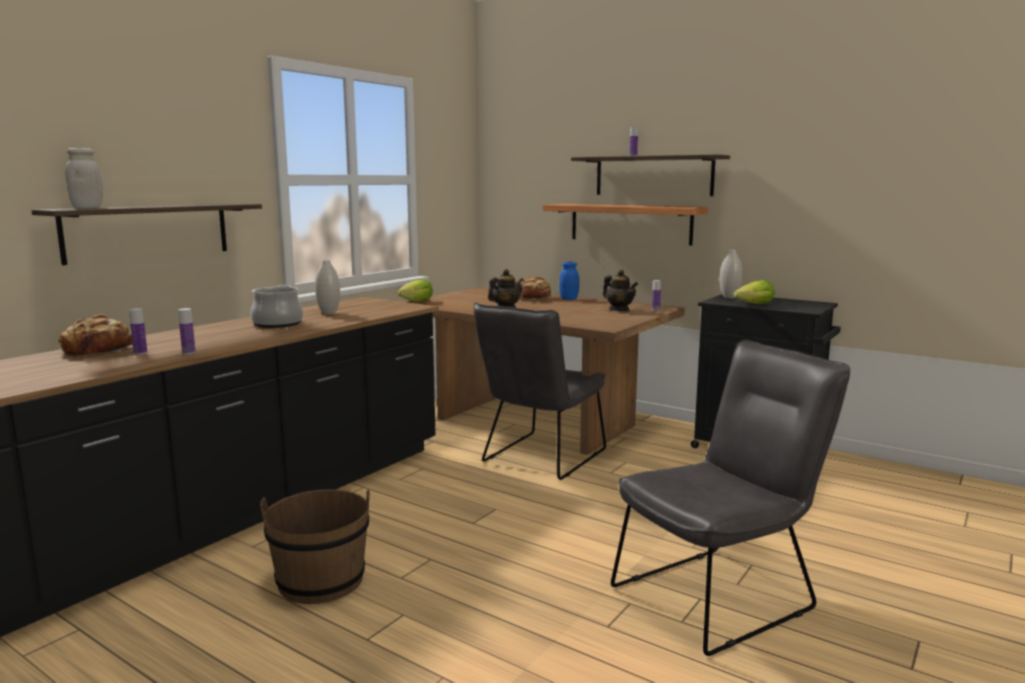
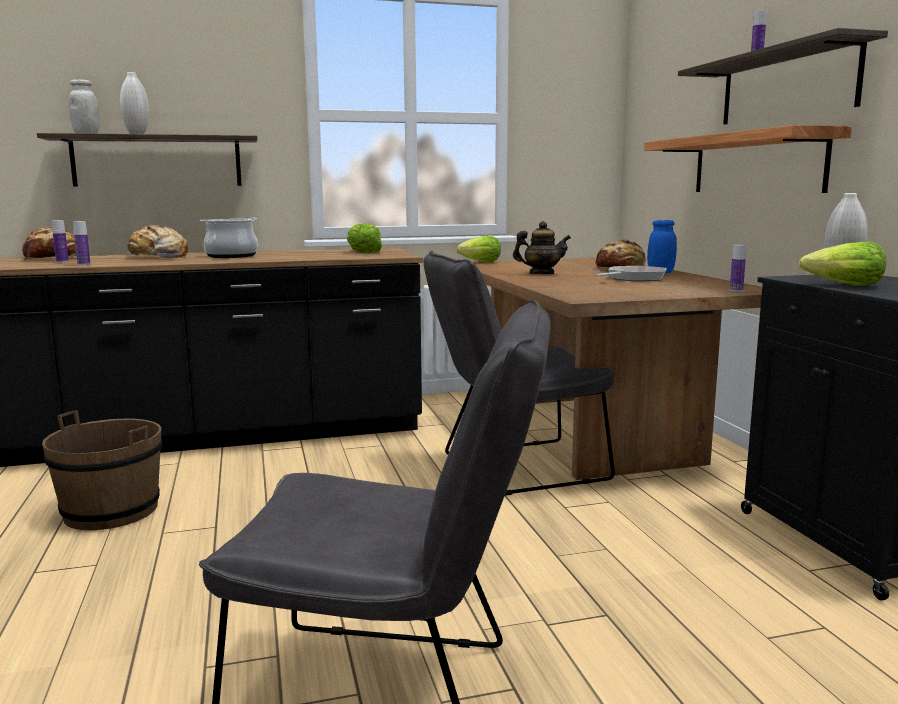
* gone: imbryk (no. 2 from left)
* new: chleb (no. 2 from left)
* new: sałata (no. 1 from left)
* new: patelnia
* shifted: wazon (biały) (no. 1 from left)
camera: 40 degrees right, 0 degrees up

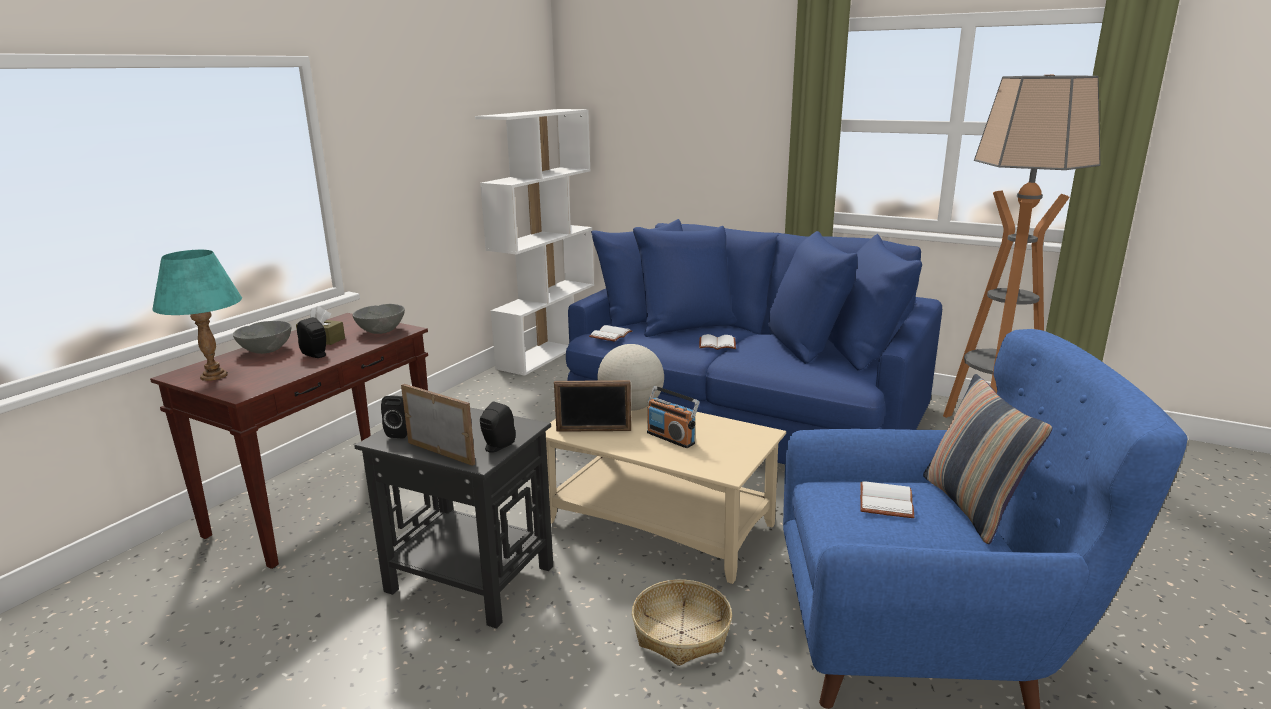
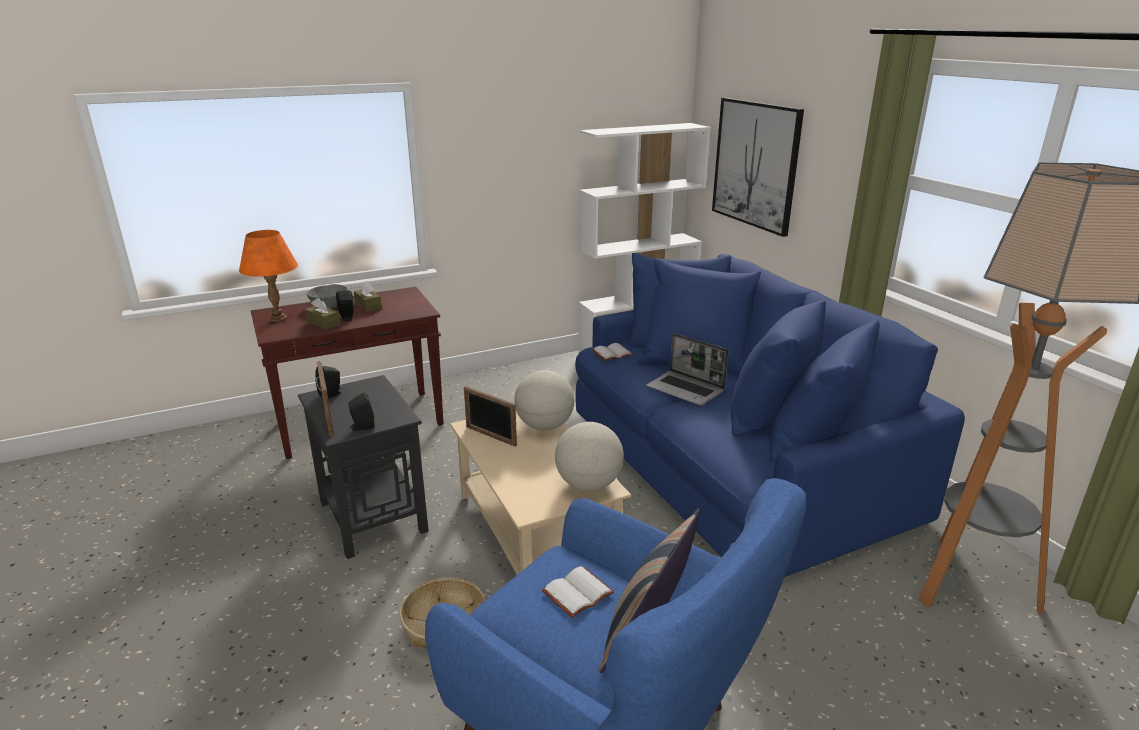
* gone: miska (szary) (no. 2 from left)
* gone: radio
* new: pudełko chusteczek (brązowy) (no. 1 from left)
* new: globus (no. 2 from left)
* new: obraz
* swapped: książka (biały) (no. 2 from left) to laptop
* repainted: lampa stołowa (turkusowy) to lampa stołowa (pomarańczowy)
camera: 35 degrees right, 5 degrees up

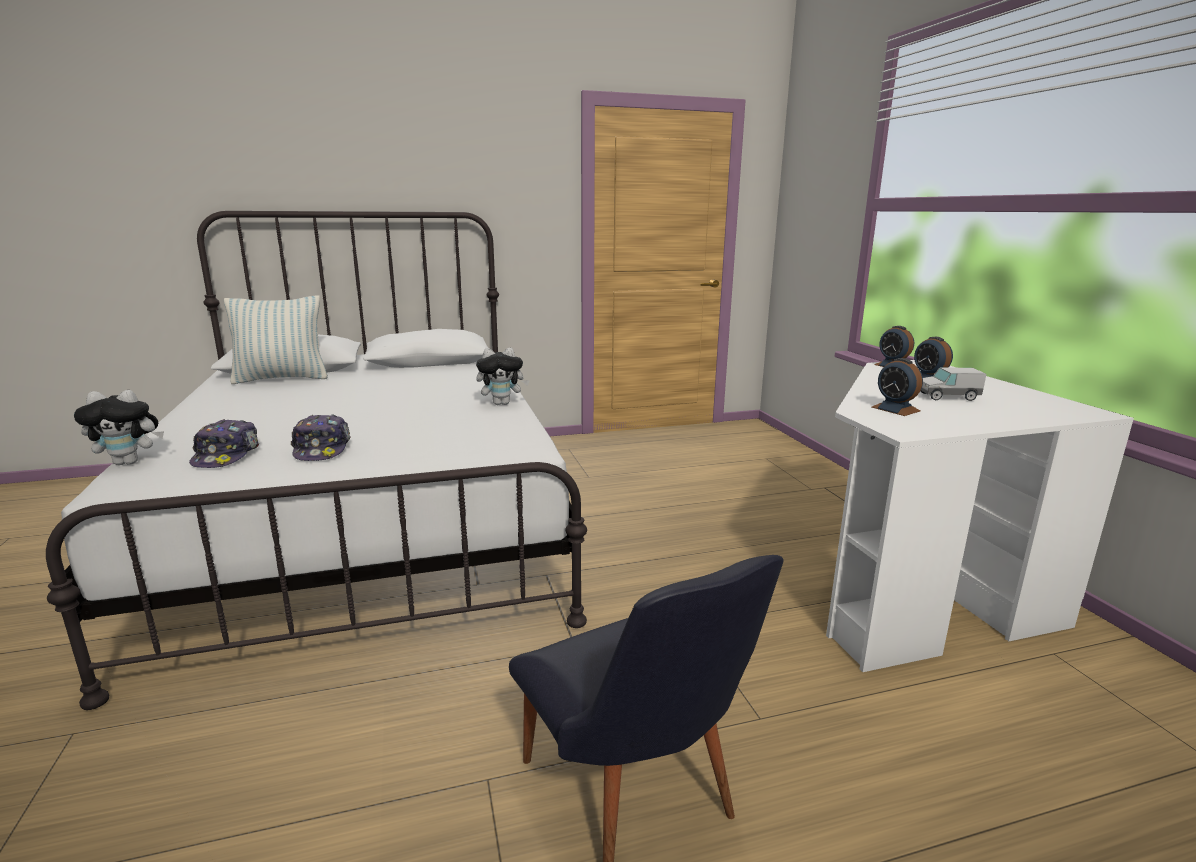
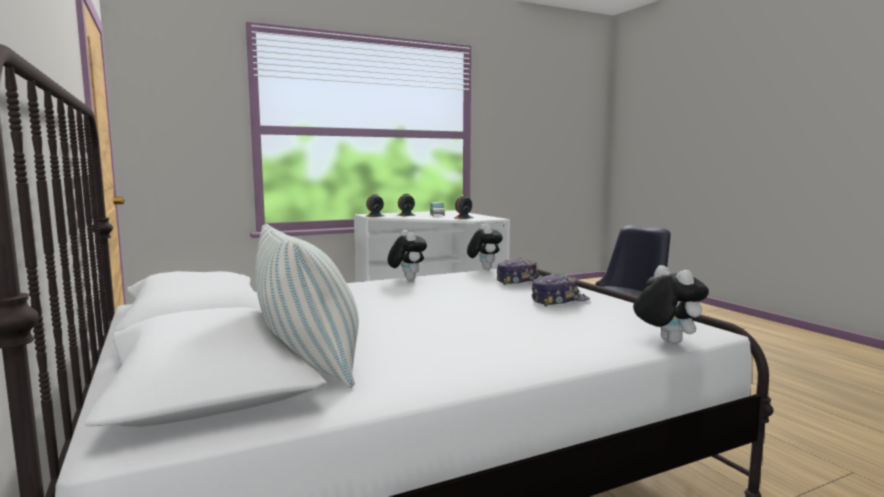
* new: pluszak (no. 2 from left)
* shifted: czapka z daszkiem (no. 1 from left)
camera: 100 degrees left, 10 degrees down

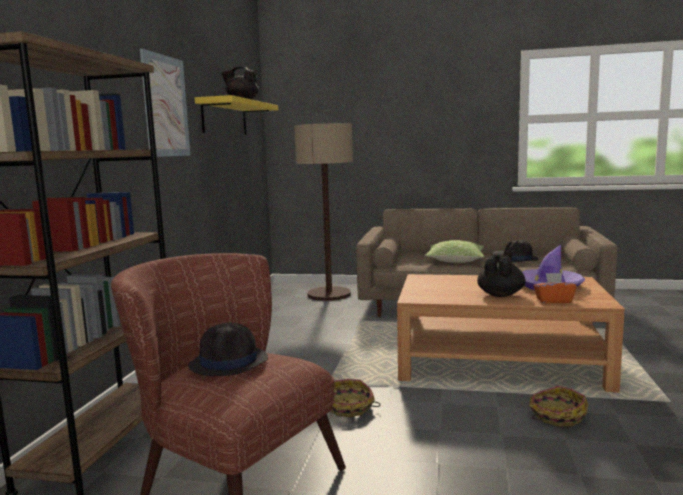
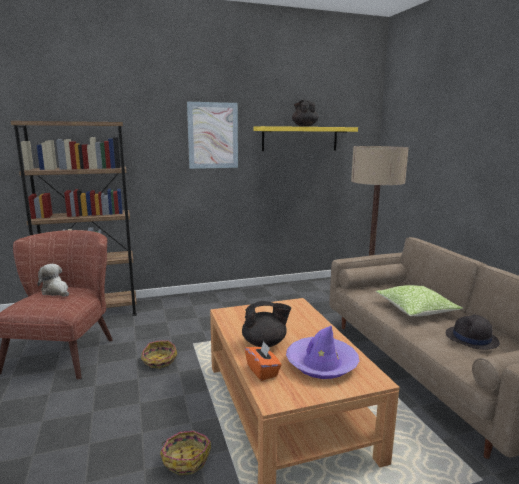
* swapped: kapelusz (czarny) (no. 1 from left) to pluszak
camera: 60 degrees right, 5 degrees up

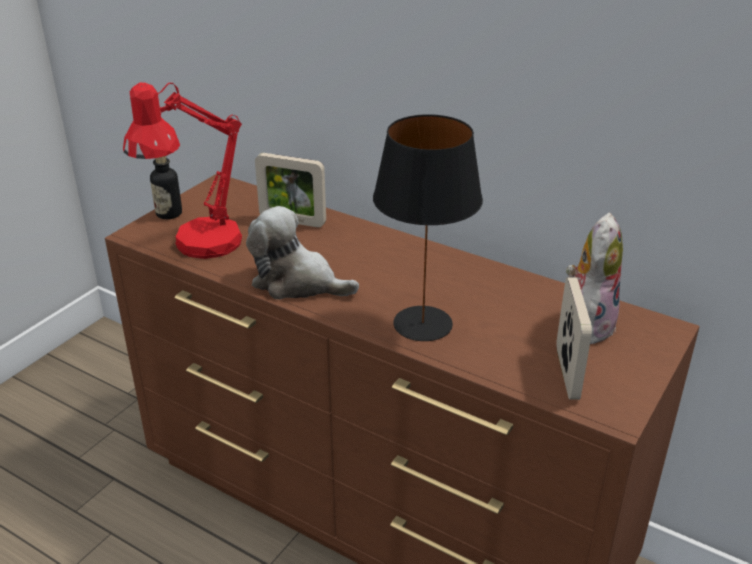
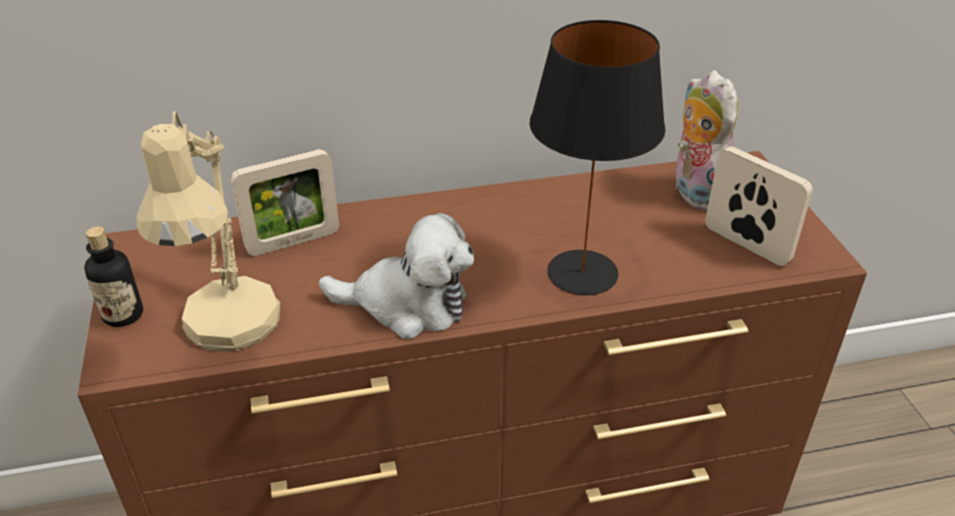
* repainted: lampa stołowa (czerwony) to lampa stołowa (beżowy)
* rotated: pluszak (no. 1 from left) 150 degrees counterclockwise
camera: 45 degrees left, 5 degrees up

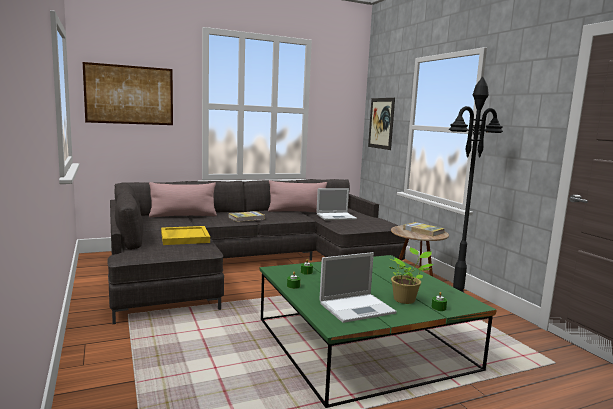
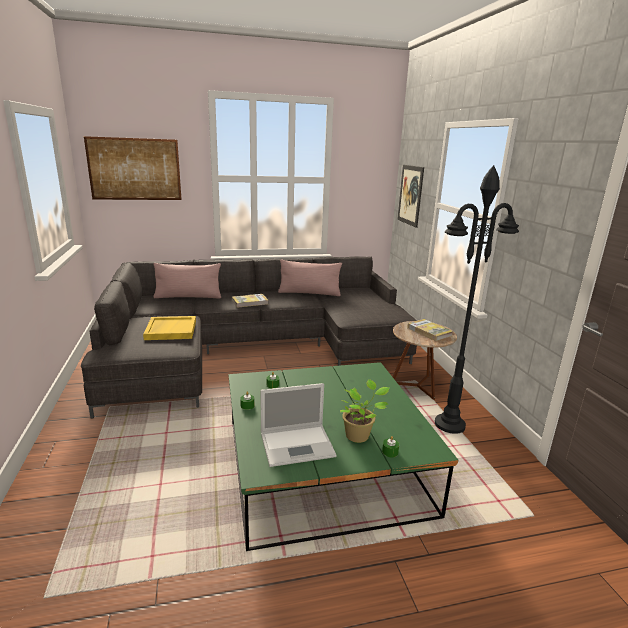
* gone: laptop (no. 1 from left)
camera: 10 degrees right, 10 degrees up

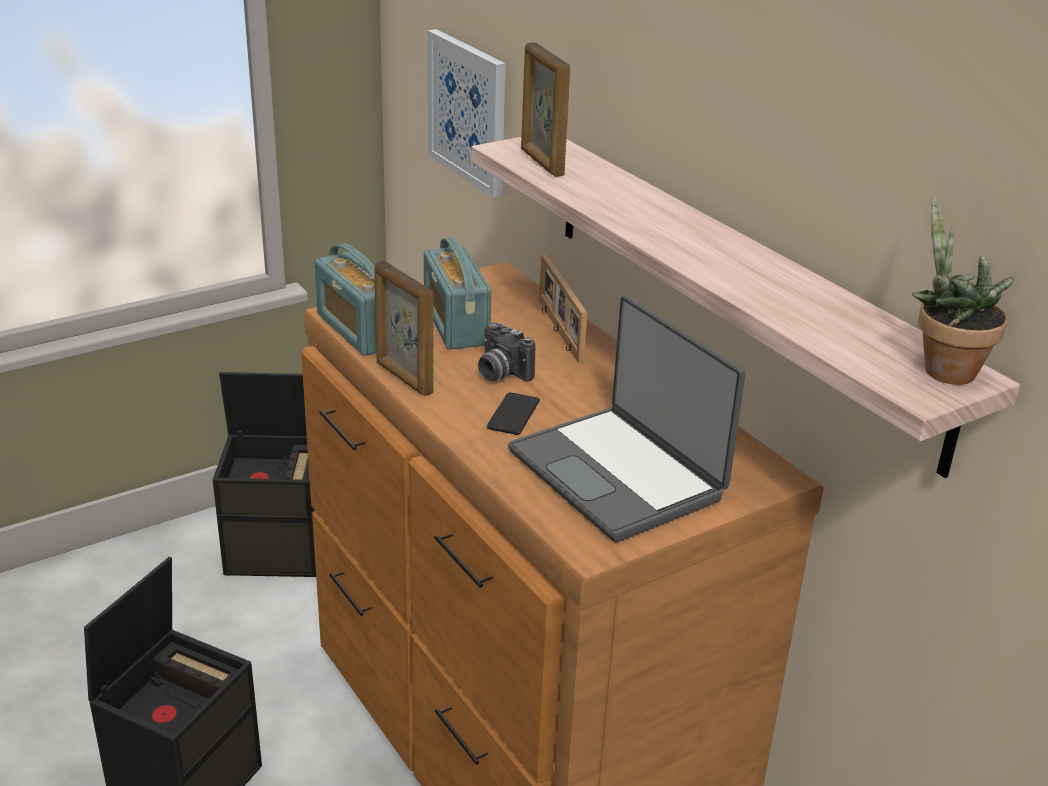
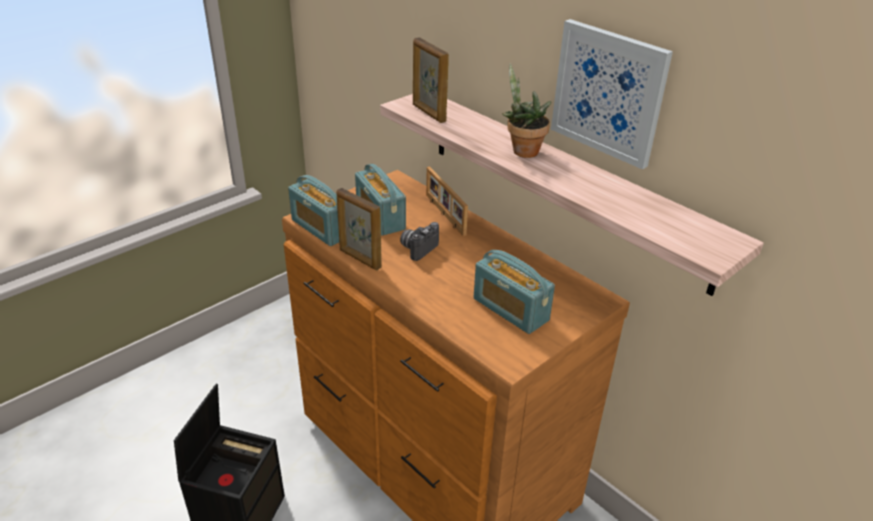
* gone: pojemnik do przechowywania (czarny) (no. 2 from left)
* gone: telefon
* shifted: obraz
* shifted: roślina doniczkowa
* swapped: laptop to radio (no. 3 from left)
* rotated: aparat fotograficzny 90 degrees clockwise
camera: 10 degrees left, 5 degrees up

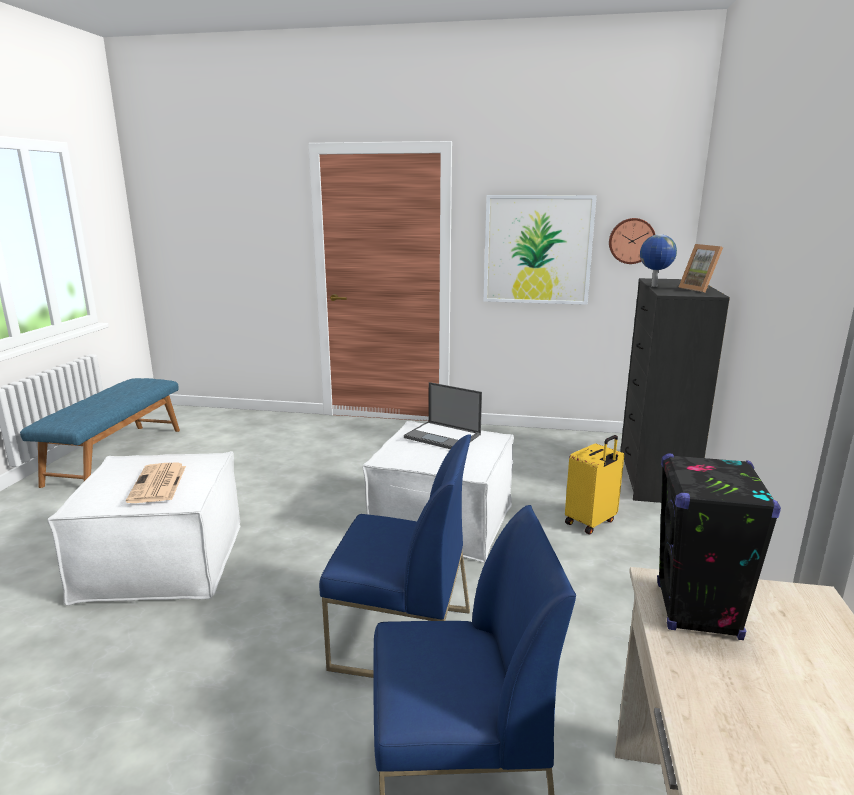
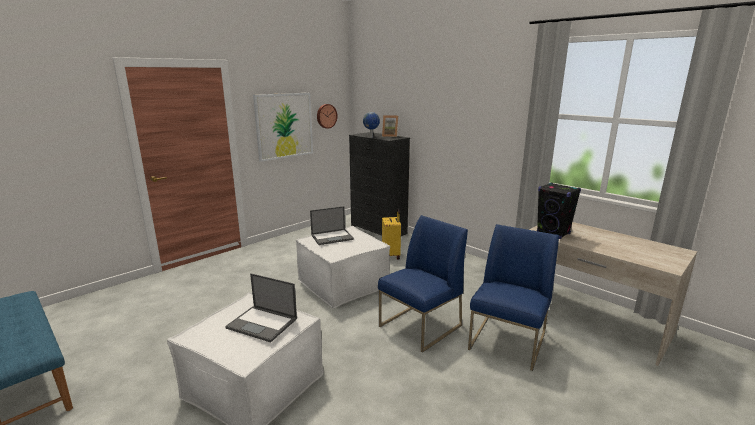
* swapped: gazeta to laptop (no. 1 from left)
camera: 55 degrees left, 0 degrees up

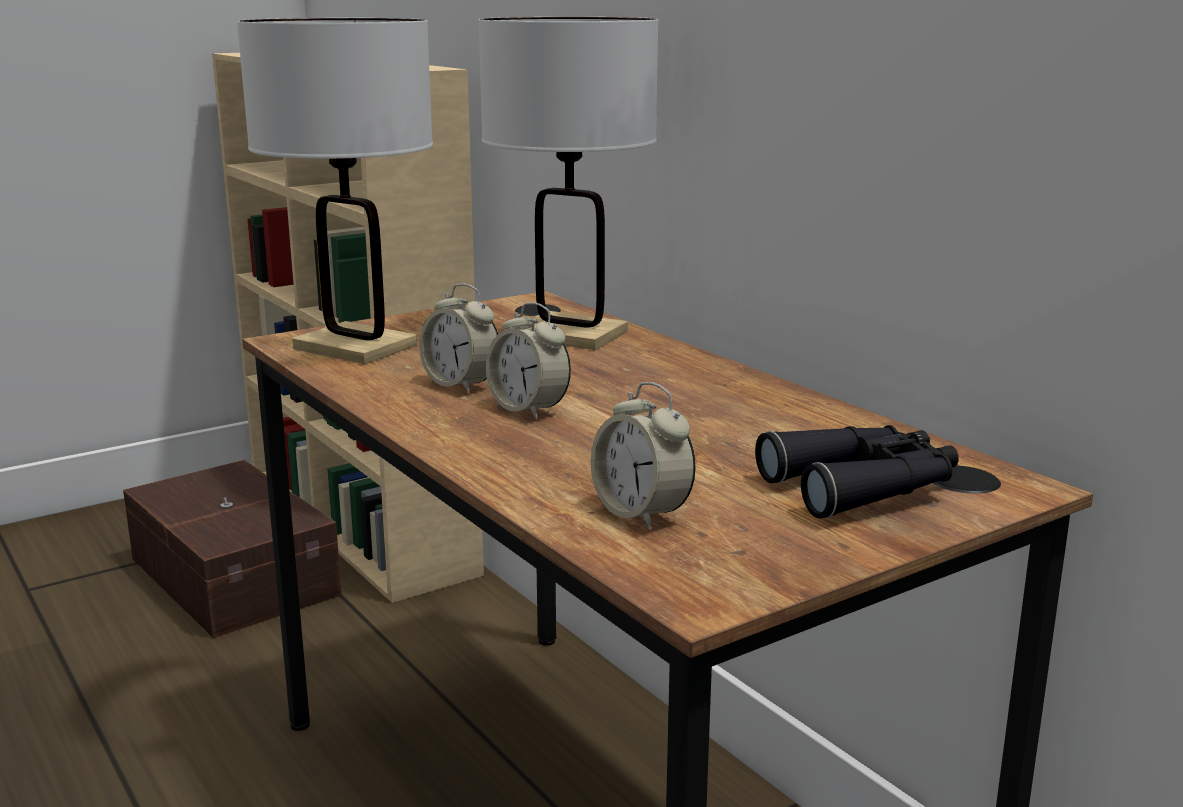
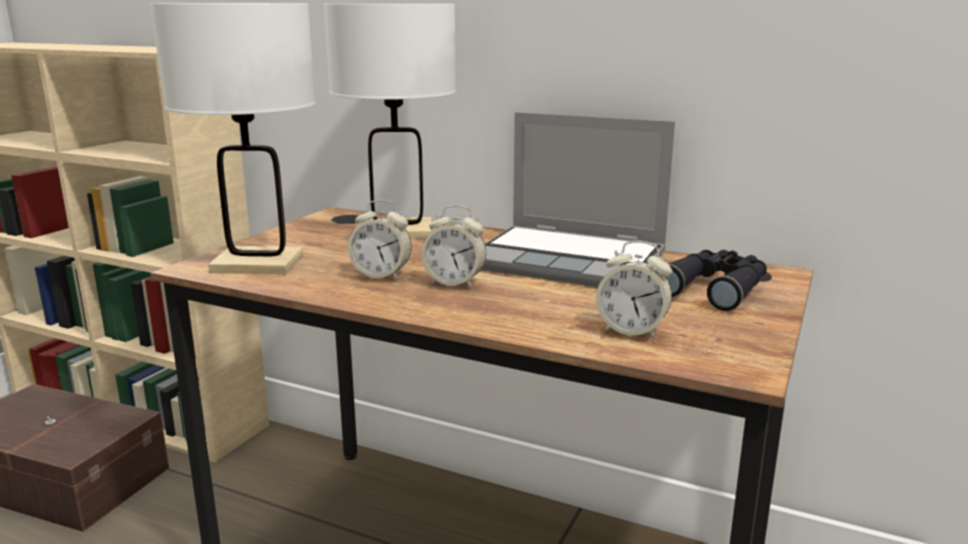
* new: laptop
camera: 30 degrees left, 0 degrees up

